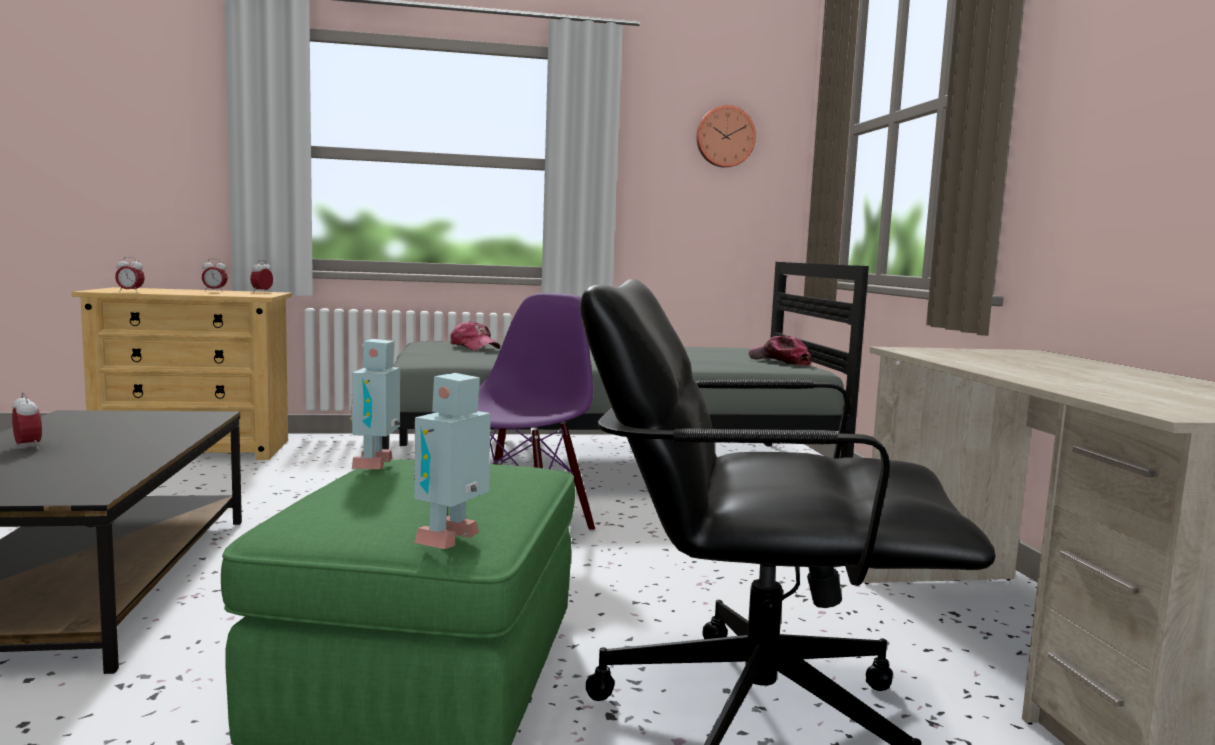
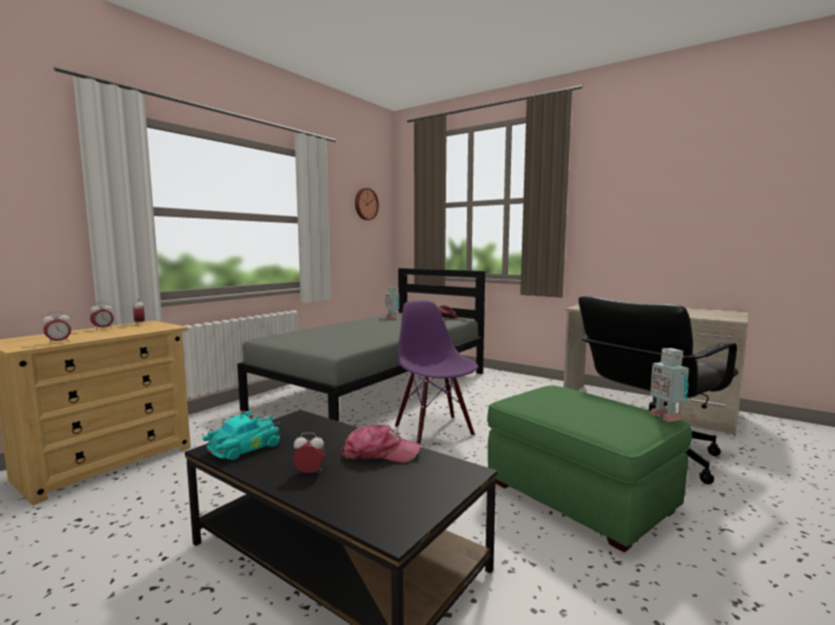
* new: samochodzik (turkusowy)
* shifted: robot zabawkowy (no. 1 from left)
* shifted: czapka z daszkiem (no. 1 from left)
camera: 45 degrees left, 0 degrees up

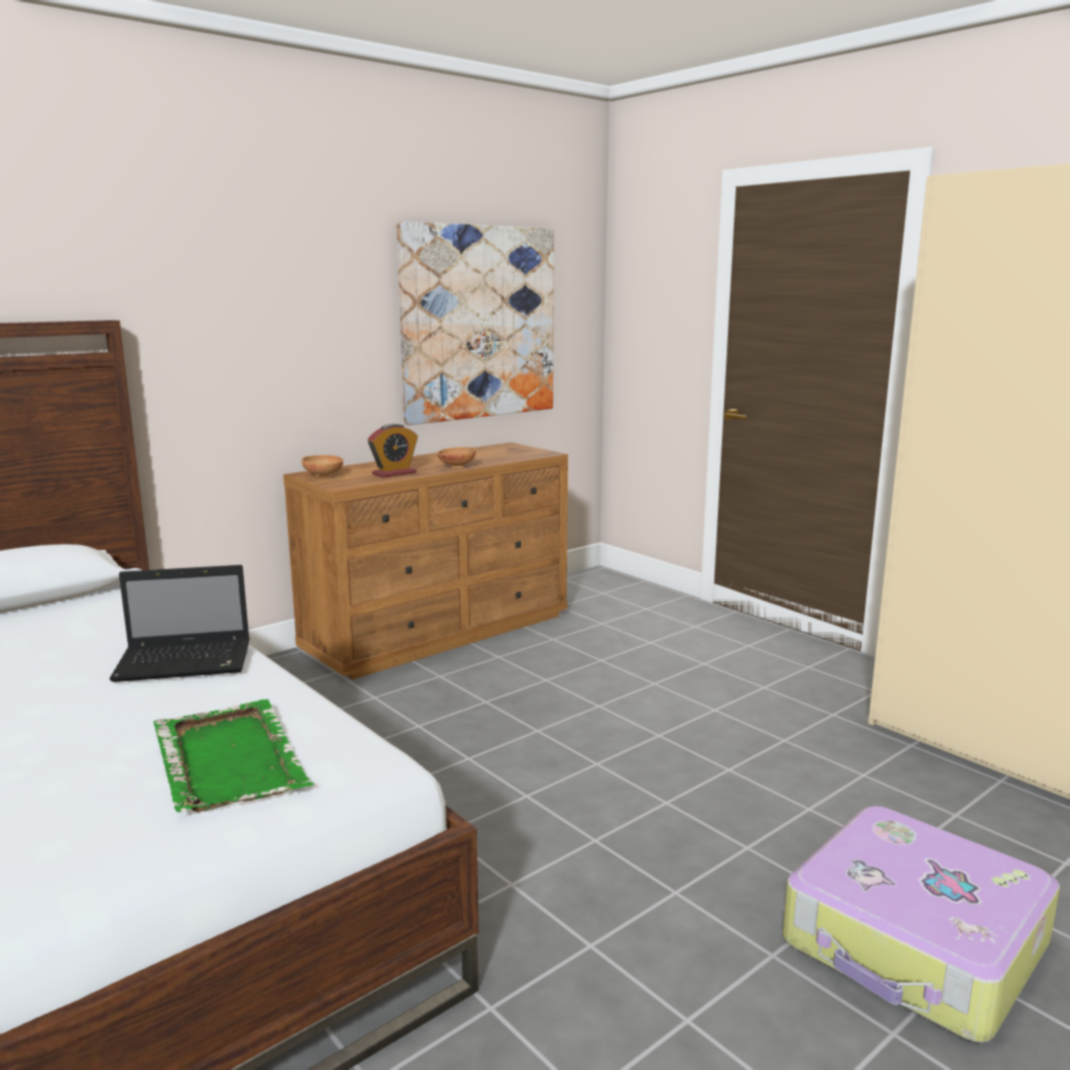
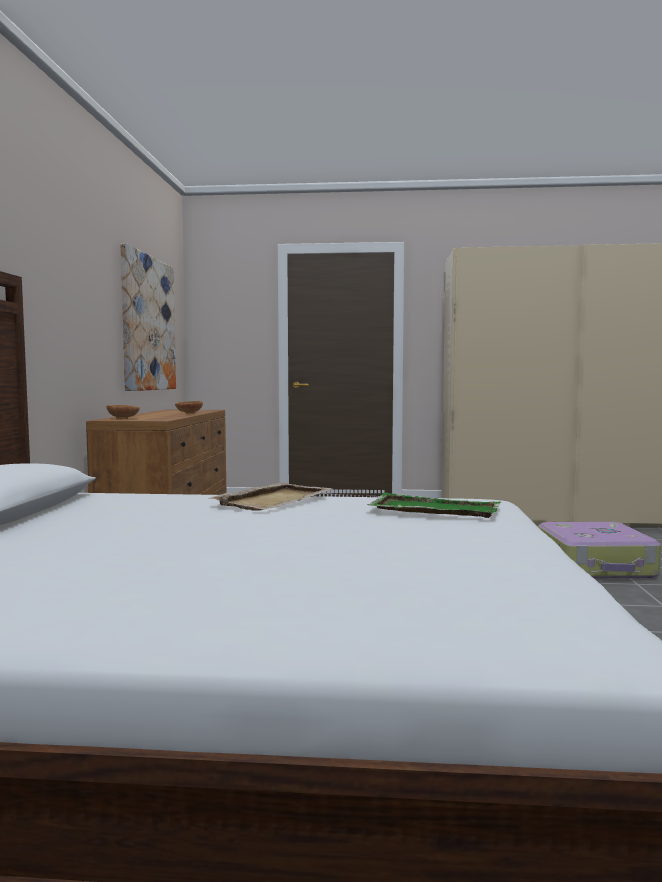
* gone: budzik
* swapped: laptop to taca (beżowy)
camera: 45 degrees left, 10 degrees down

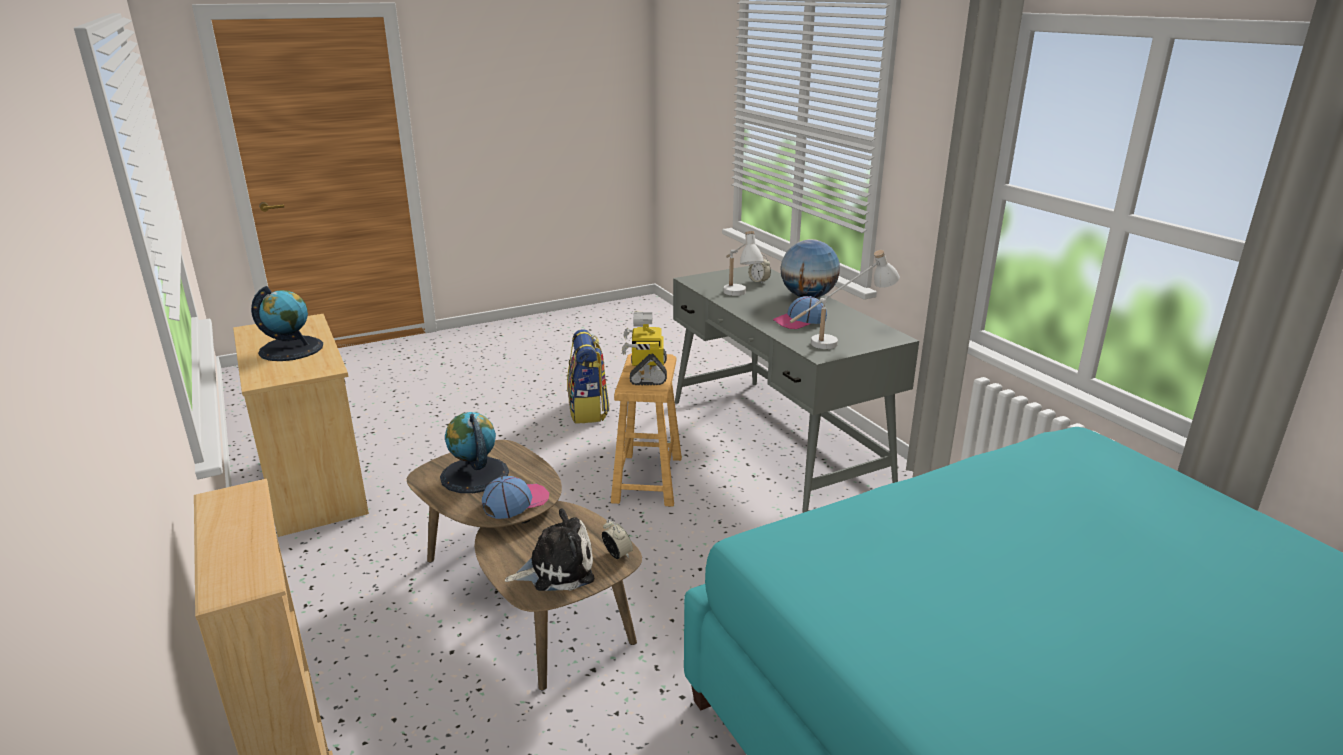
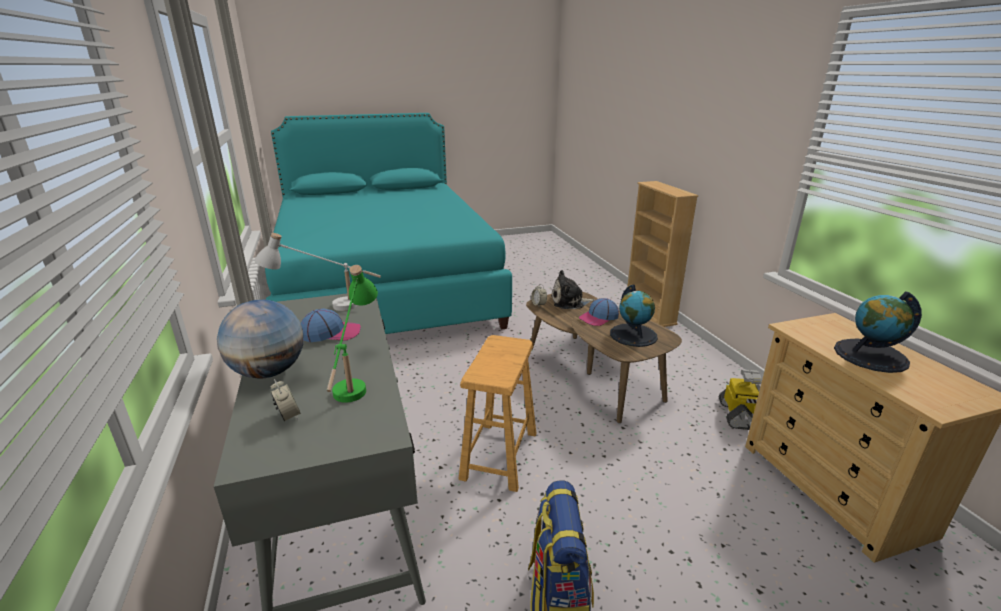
* shifted: robot zabawkowy
* repainted: lampa stołowa (biały) (no. 1 from left) to lampa stołowa (zielony)
camera: 170 degrees left, 0 degrees up

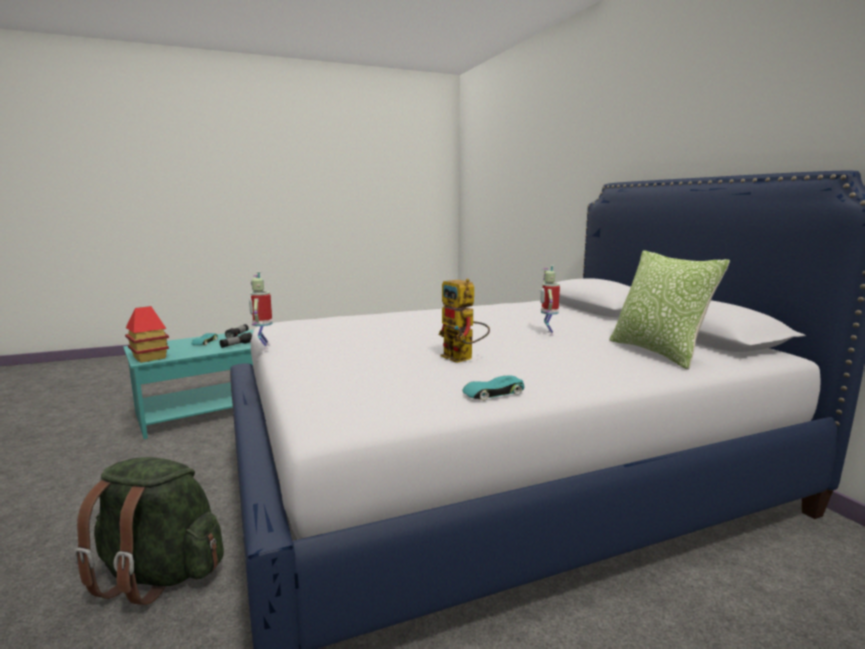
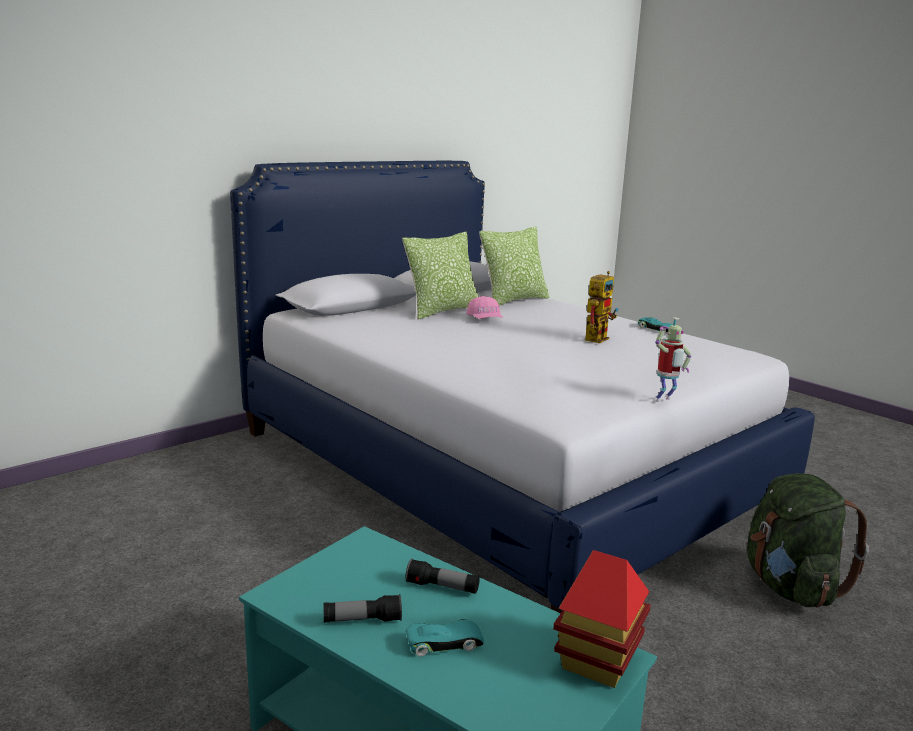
* new: poduszka (no. 1 from left)
* swapped: robot zabawkowy (no. 3 from left) to czapka z daszkiem (różowy)
camera: 110 degrees left, 5 degrees up

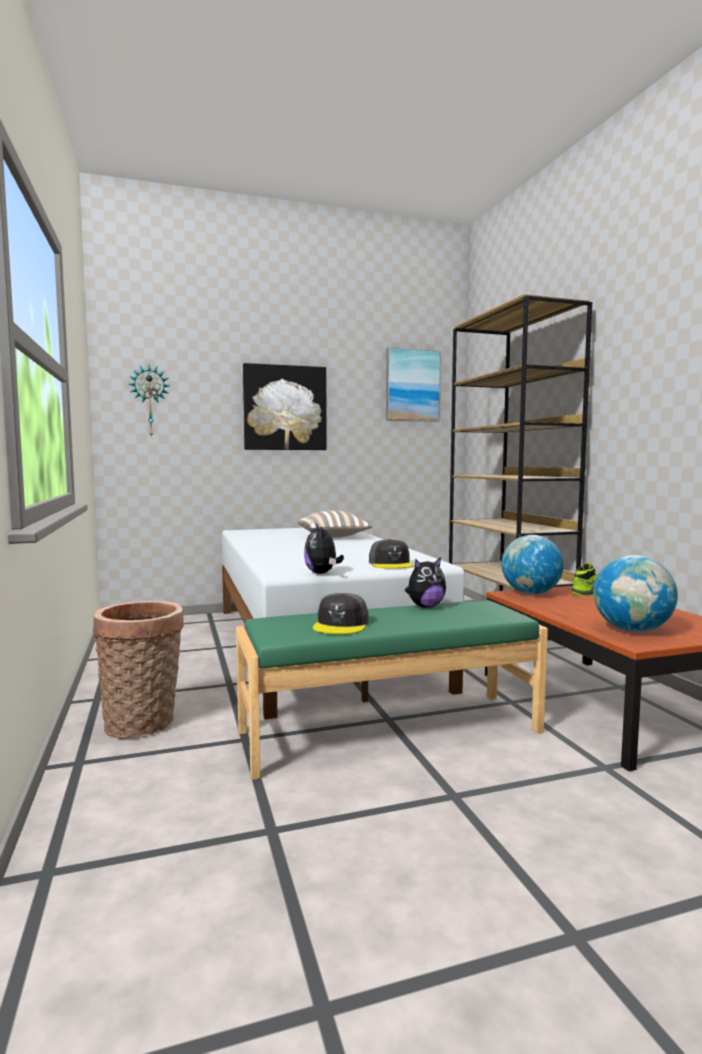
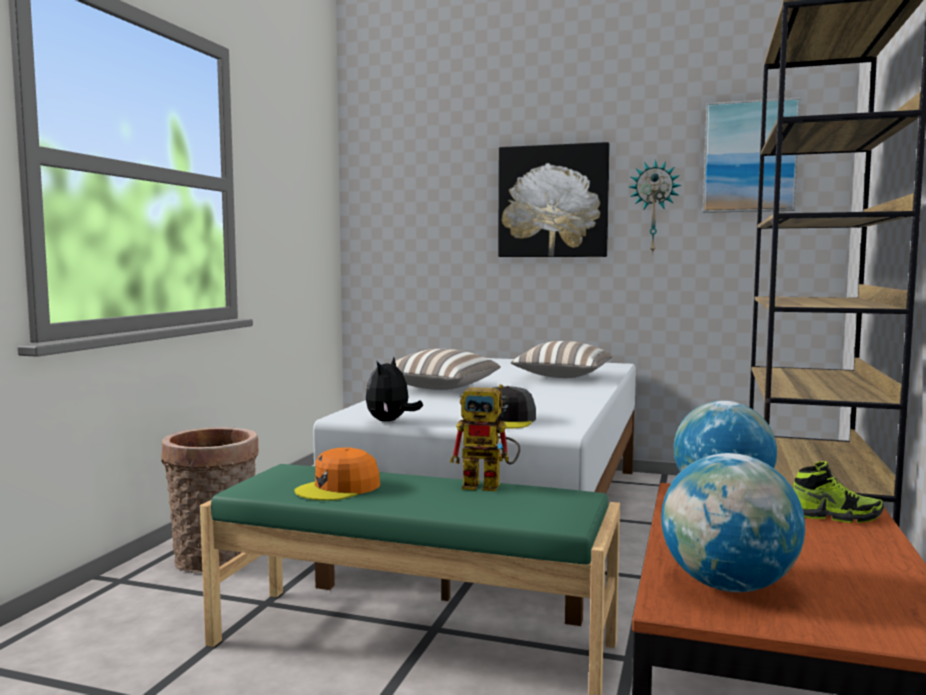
* new: poduszka (no. 1 from left)
* shifted: zegar ścienny
* swapped: pluszak (no. 2 from left) to robot zabawkowy
* repainted: czapka z daszkiem (szary) (no. 1 from left) to czapka z daszkiem (pomarańczowy)
camera: 35 degrees right, 0 degrees up

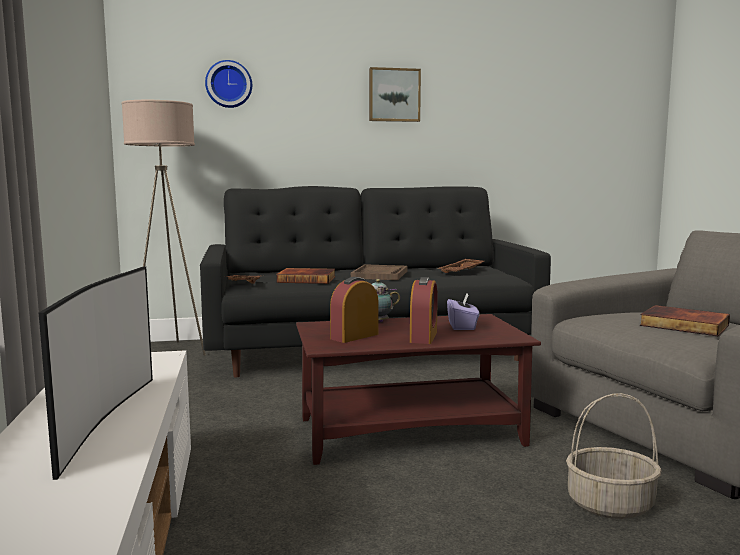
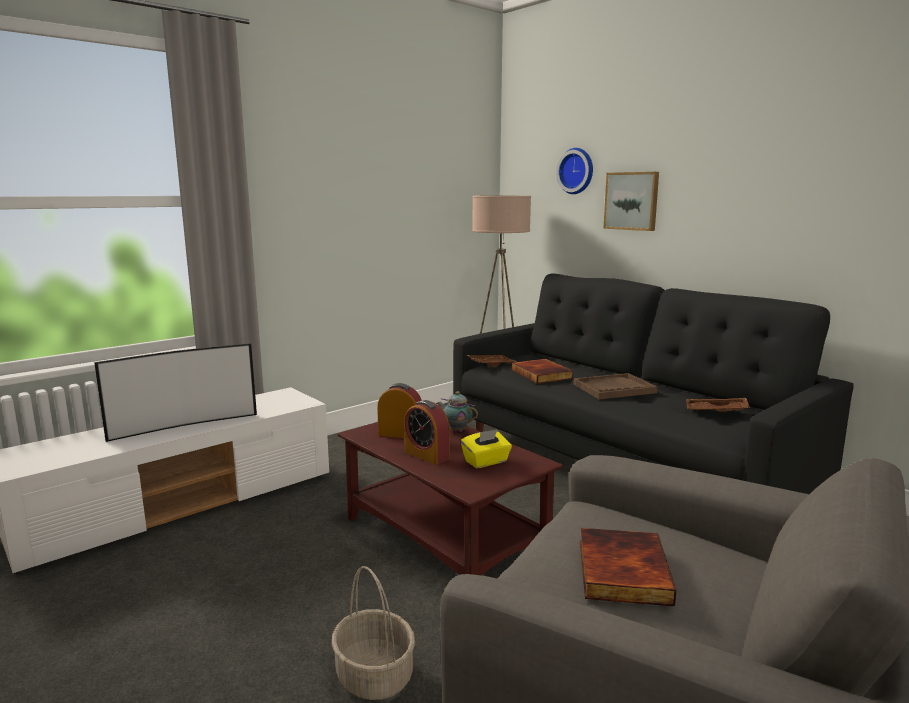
* shifted: obraz
* repainted: pudełko chusteczek (fioletowy) to pudełko chusteczek (żółty)
* rotated: budzik (no. 2 from left) 60 degrees clockwise
camera: 60 degrees right, 5 degrees up

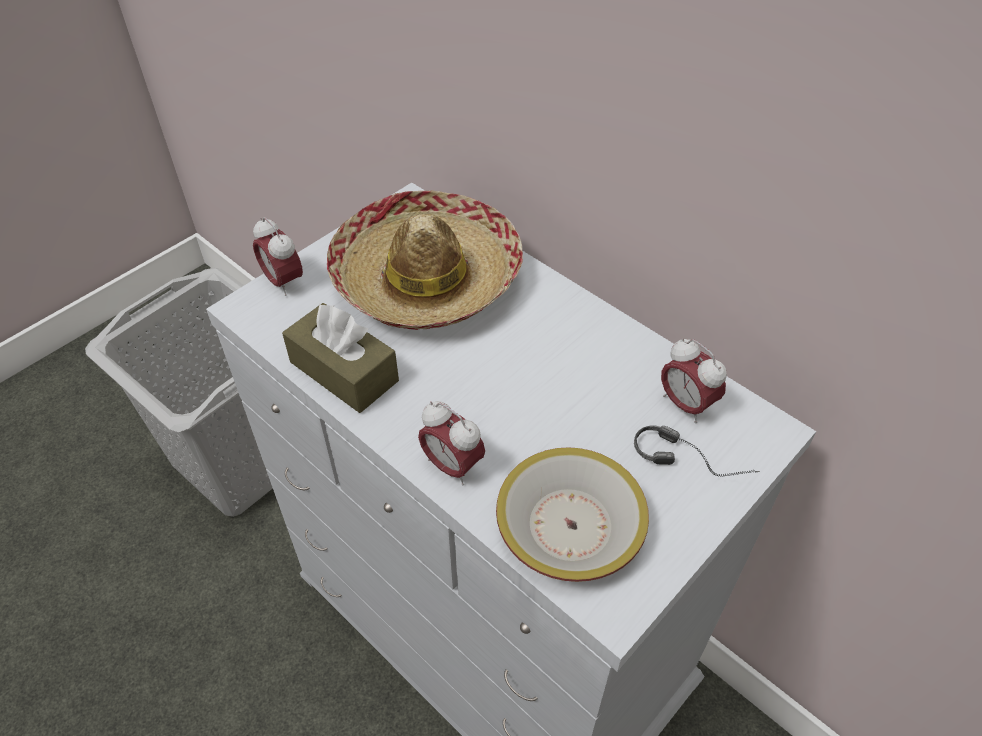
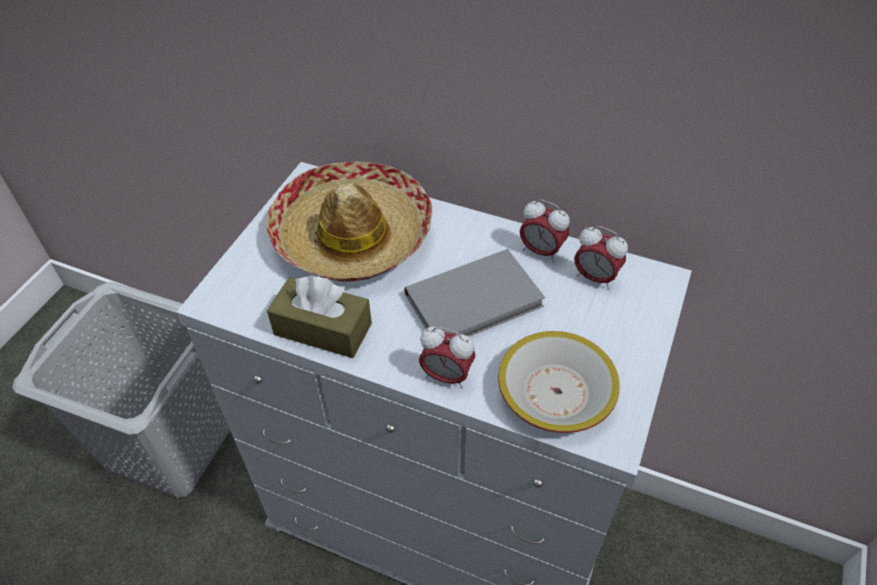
* gone: słuchawki
* new: książka (szary)
* shifted: budzik (no. 1 from left in the first image) to budzik (no. 2 from left)
camera: 20 degrees left, 0 degrees up

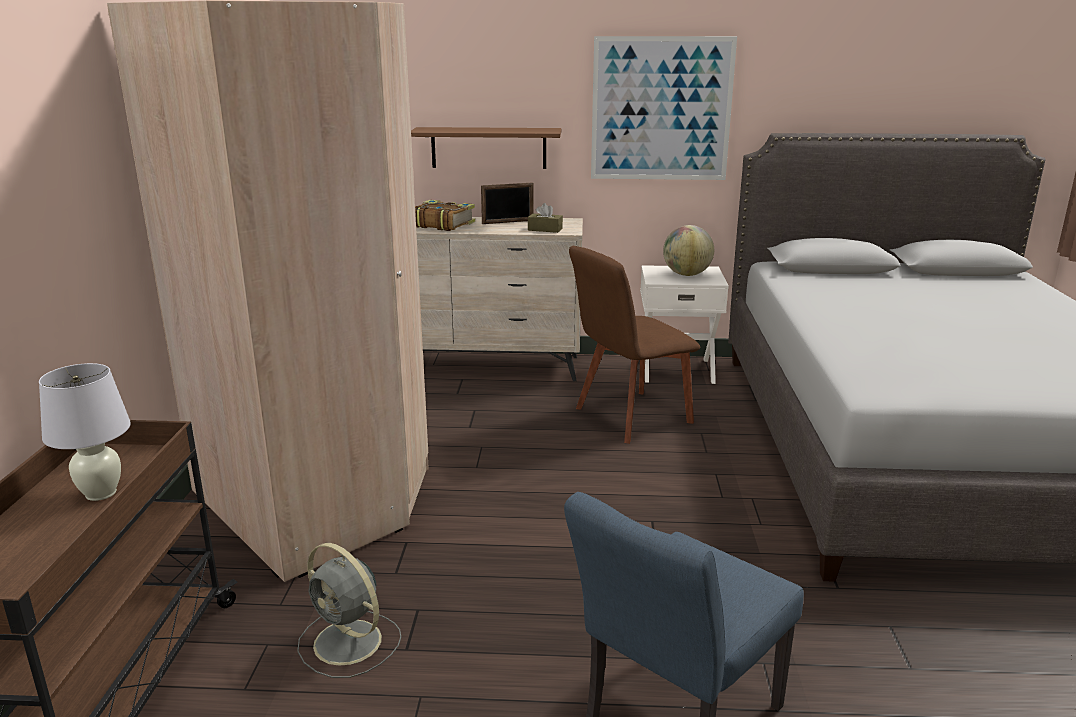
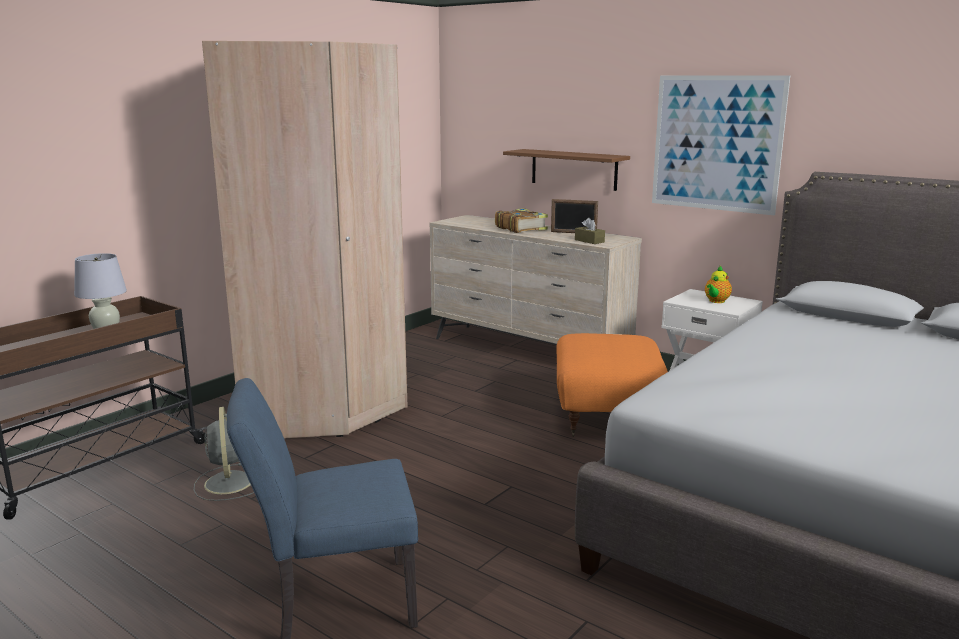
* swapped: krzesło (brązowy) to pufa (pomarańczowy)
* swapped: globus to imbryk
camera: 35 degrees right, 5 degrees down

